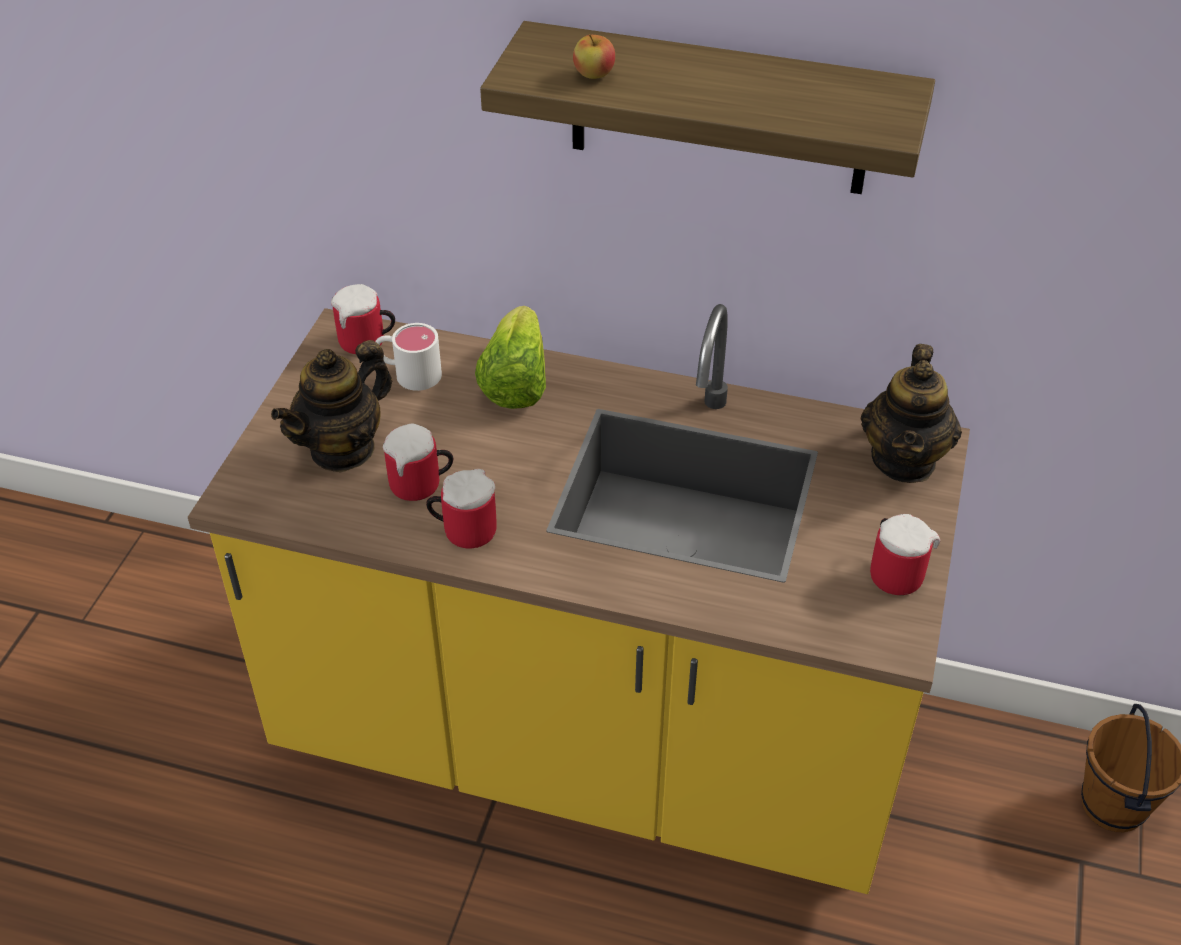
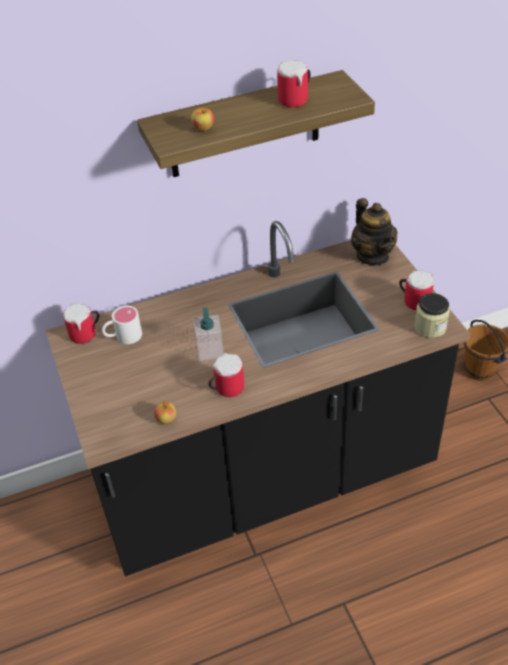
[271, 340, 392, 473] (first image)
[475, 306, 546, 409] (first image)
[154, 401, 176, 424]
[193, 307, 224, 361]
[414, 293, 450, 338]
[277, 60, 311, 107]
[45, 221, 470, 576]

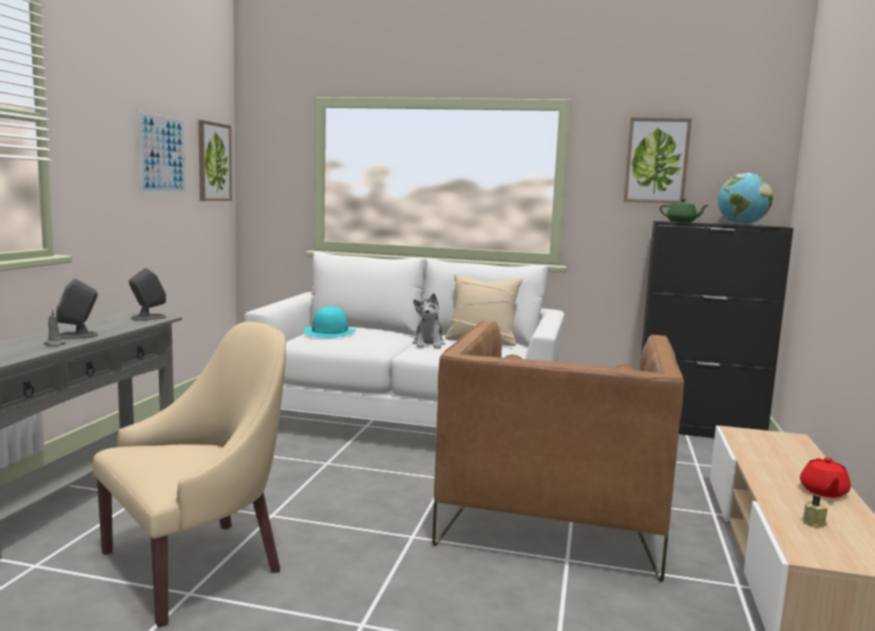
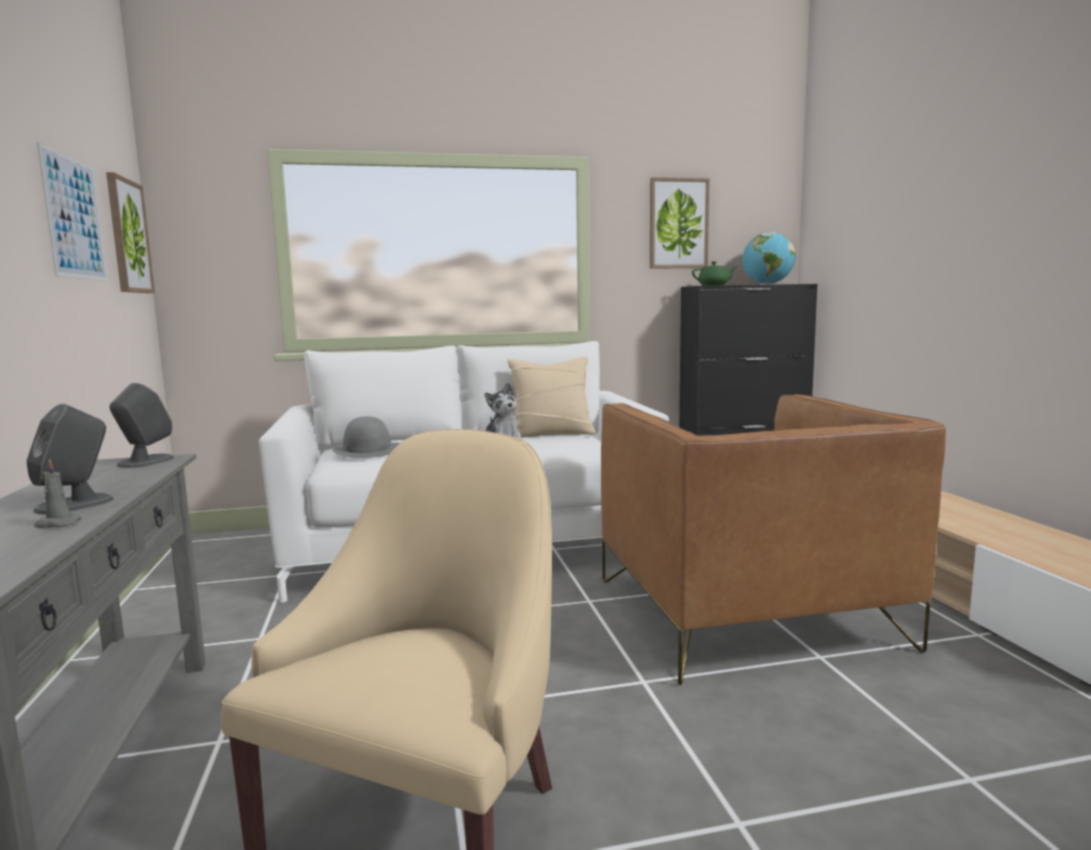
[800, 457, 851, 498] (first image)
[803, 495, 828, 528] (first image)
[332, 416, 399, 458]

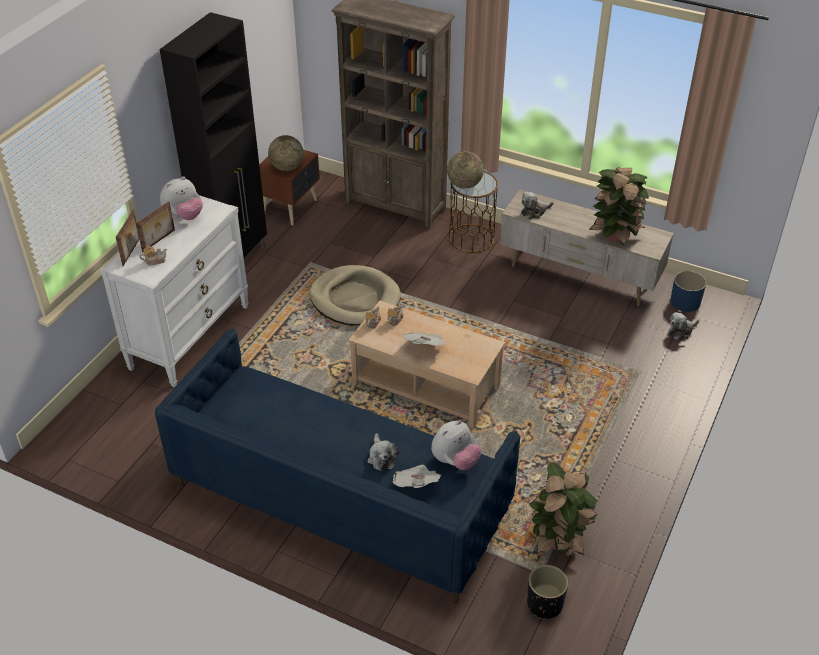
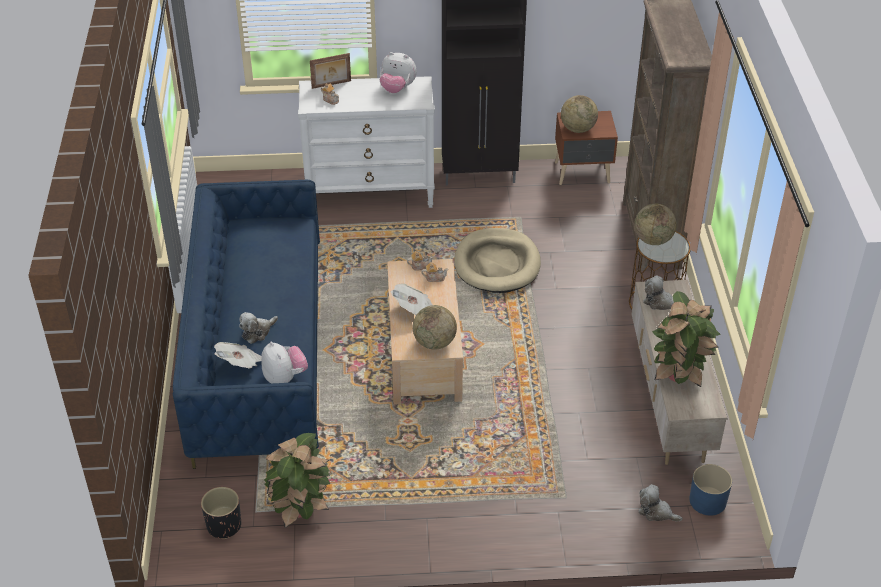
[136, 201, 175, 253] (first image)
[413, 305, 457, 350]
[261, 341, 308, 383]

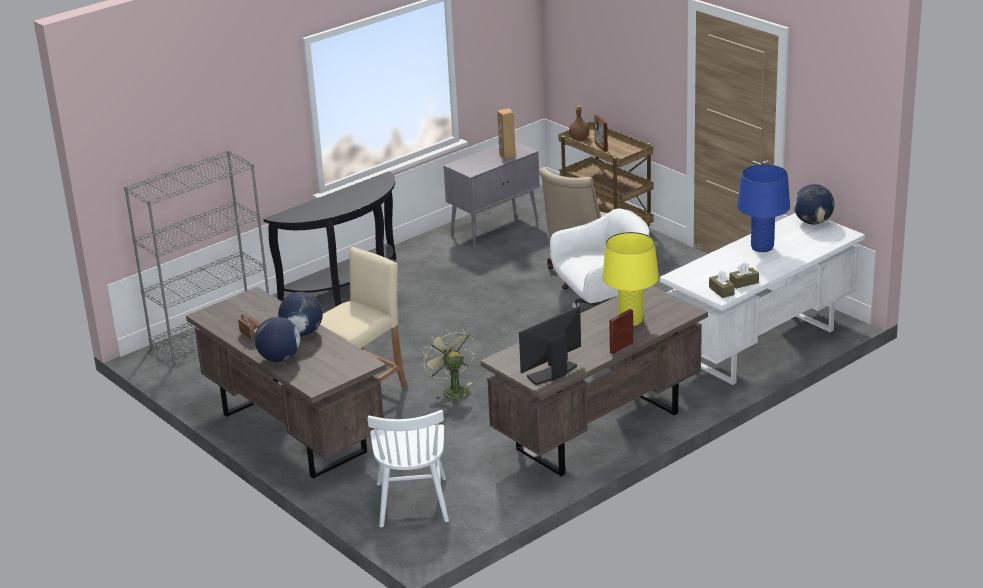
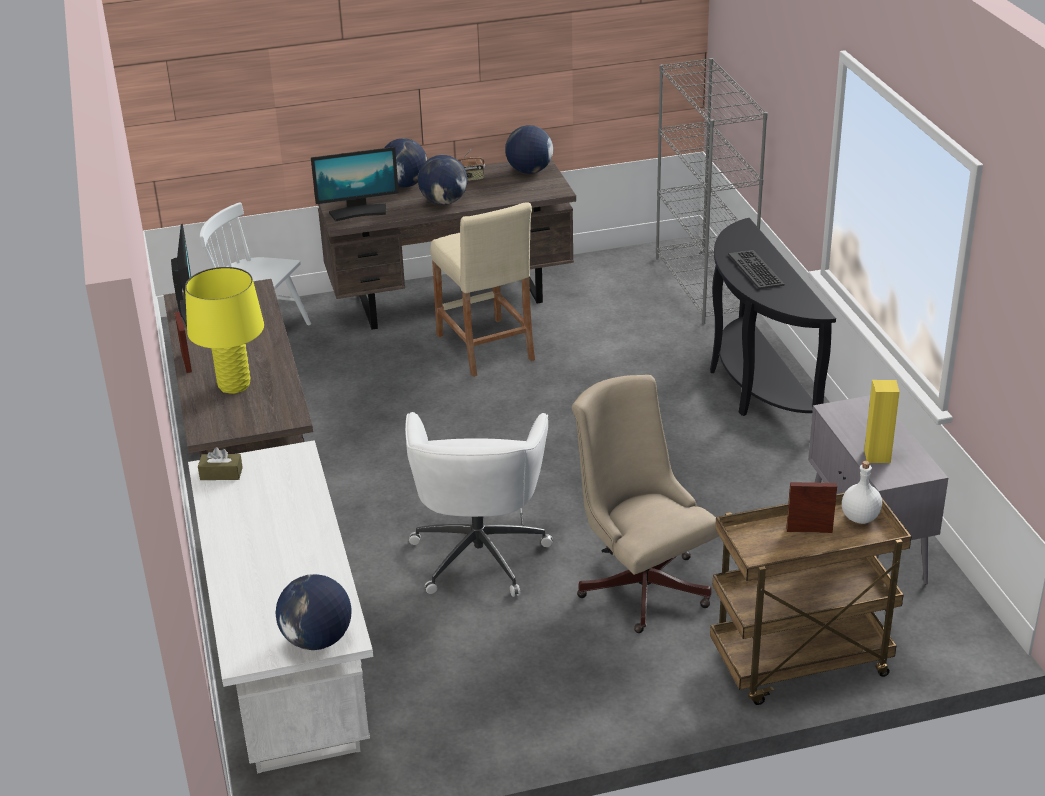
[421, 328, 476, 405] (first image)
[729, 263, 759, 289] (first image)
[737, 164, 790, 252] (first image)
[311, 147, 399, 222]
[505, 125, 553, 174]
[728, 250, 784, 289]
[864, 380, 900, 463]
[842, 461, 882, 524]

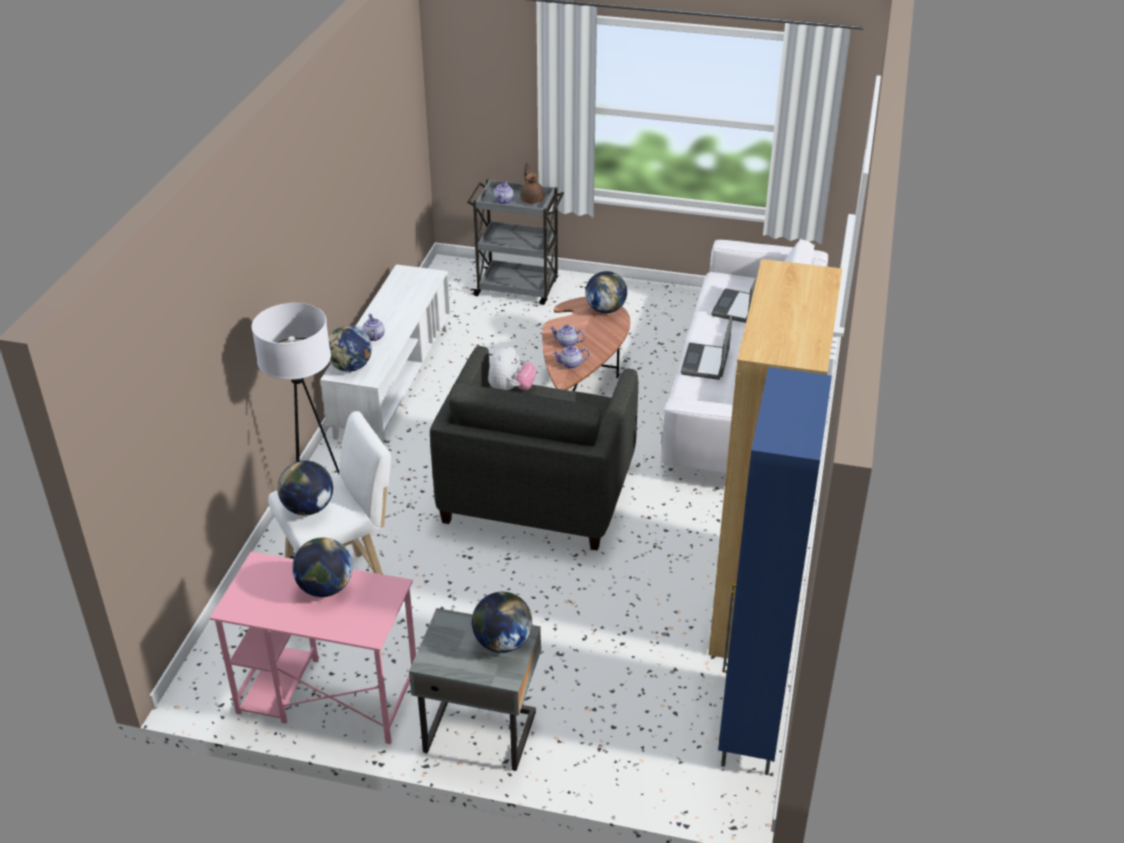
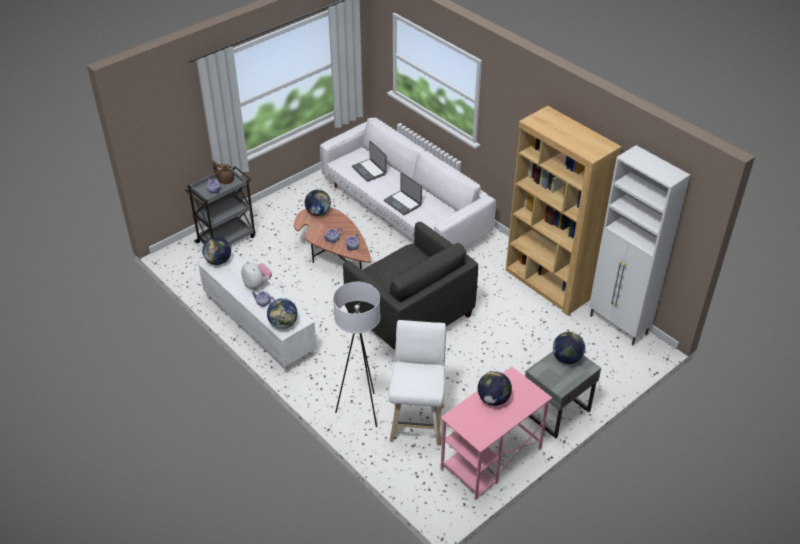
[202, 236, 231, 265]
[241, 261, 272, 290]
[589, 145, 690, 345]

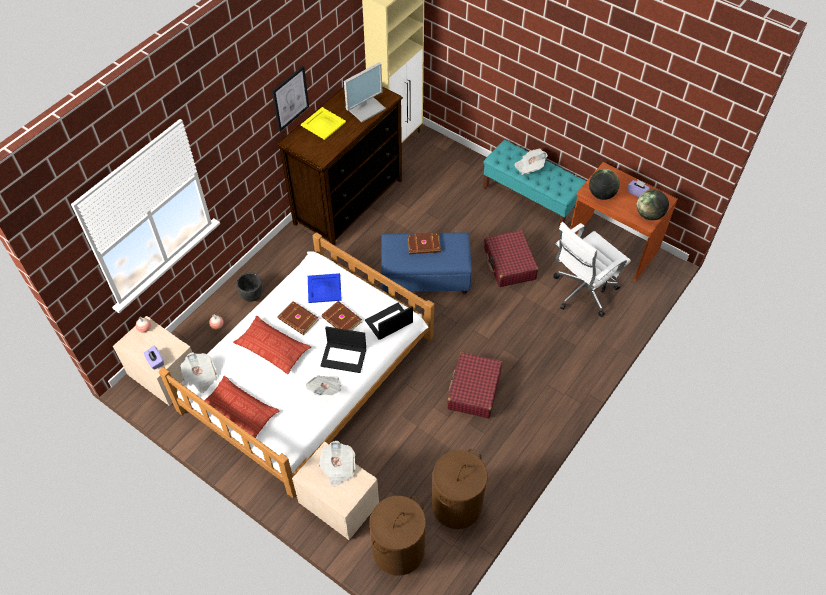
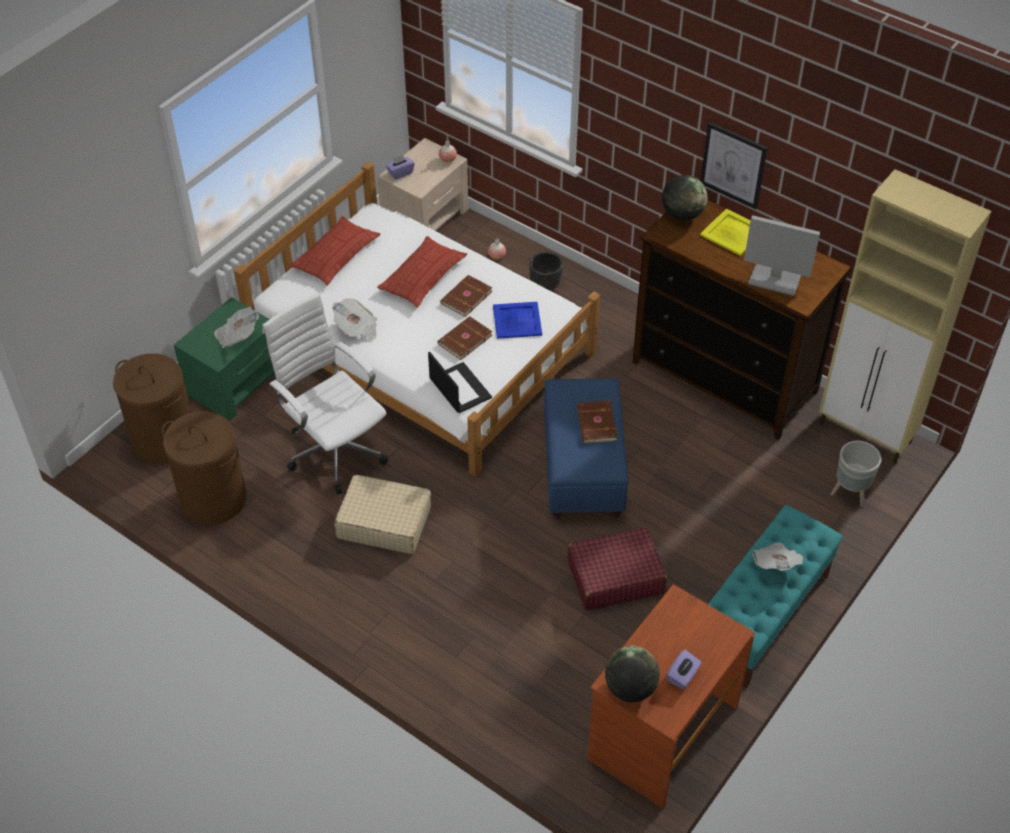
[180, 352, 218, 393] (first image)
[321, 326, 366, 373] (first image)
[831, 441, 881, 507]
[262, 294, 388, 495]
[662, 175, 707, 221]
[174, 297, 276, 421]
[334, 475, 431, 554]
[744, 215, 820, 296]

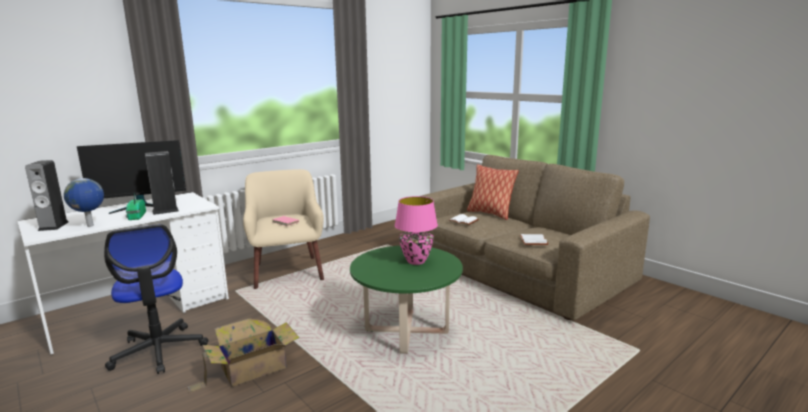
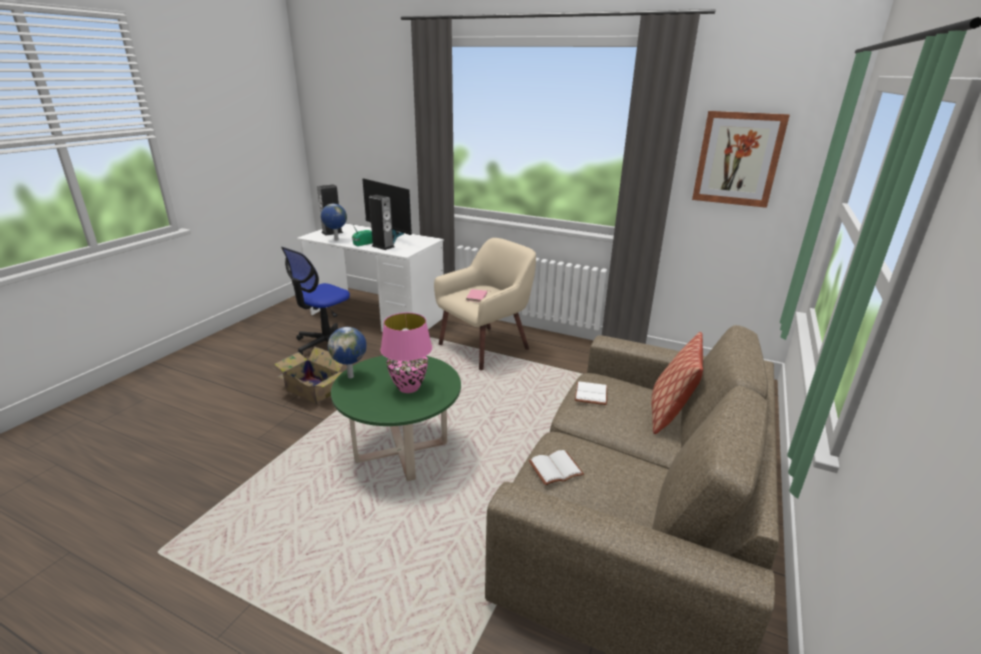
[328, 327, 366, 378]
[692, 111, 790, 208]

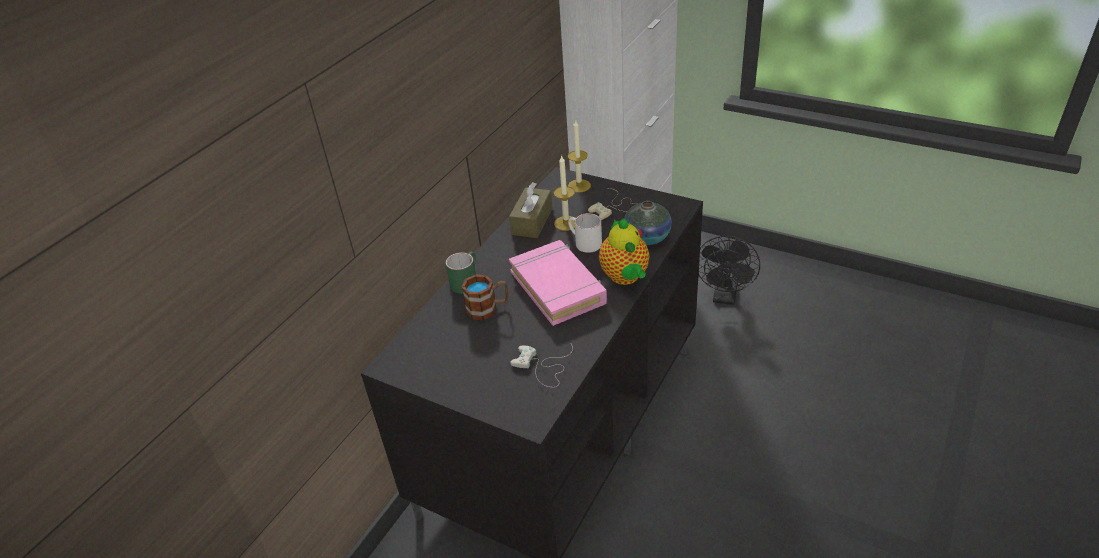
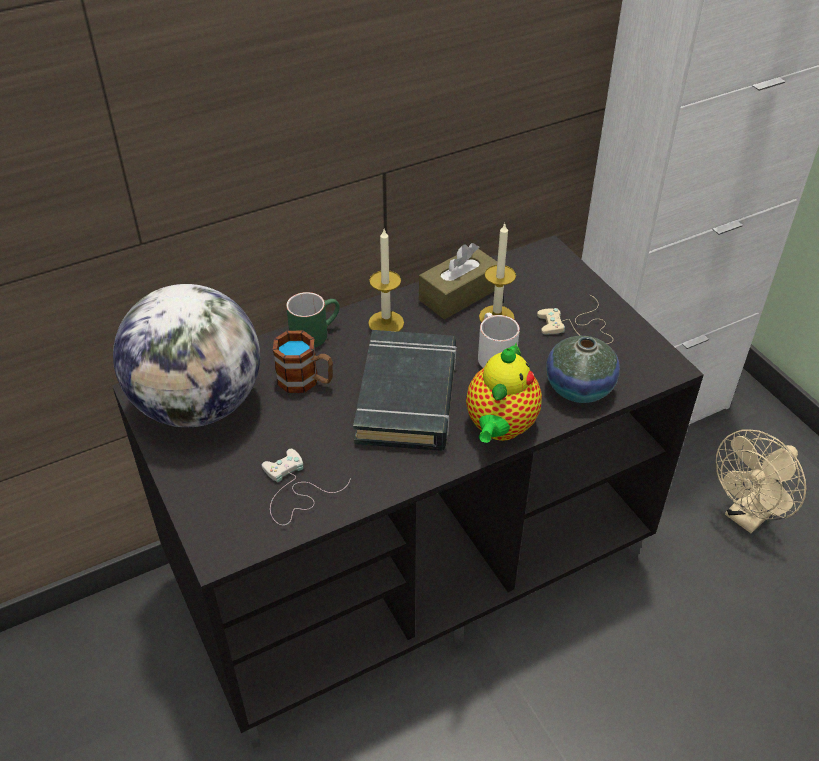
[113, 284, 260, 427]
[368, 229, 404, 332]
[353, 330, 456, 451]
[716, 430, 806, 533]

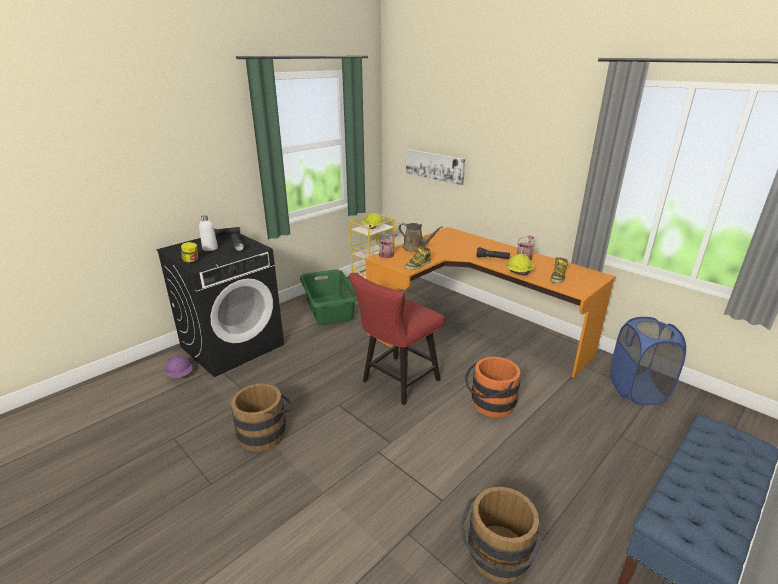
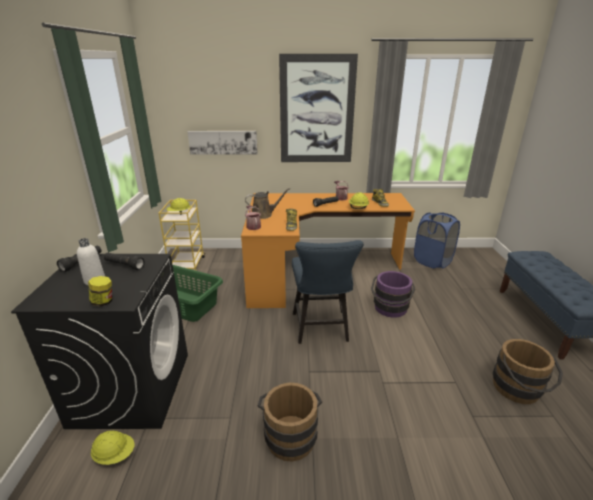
[279, 54, 358, 162]
[91, 431, 134, 465]
[292, 240, 364, 344]
[371, 271, 415, 317]

